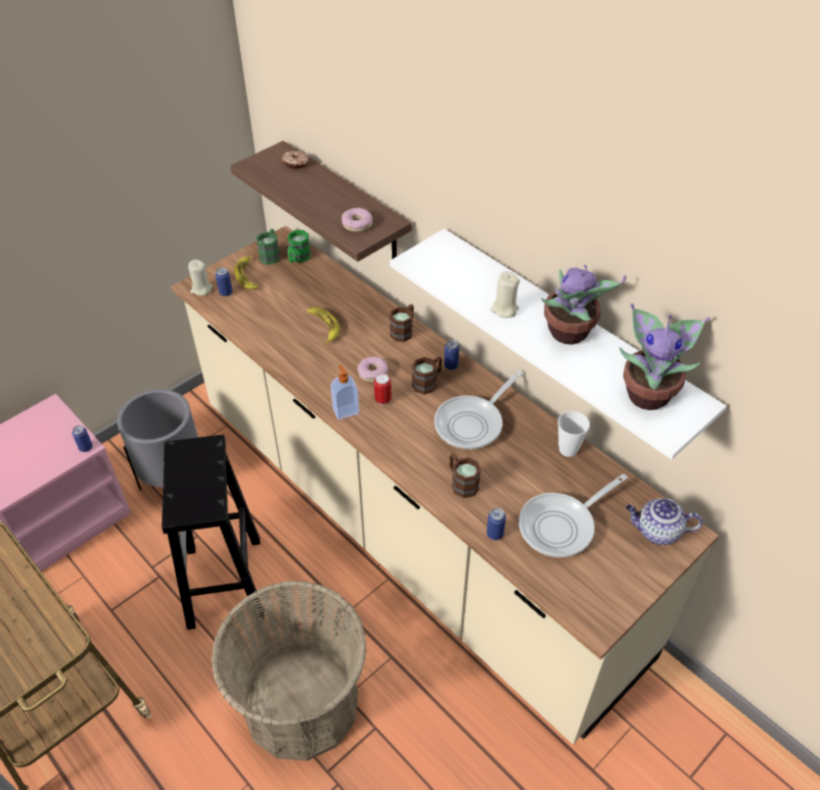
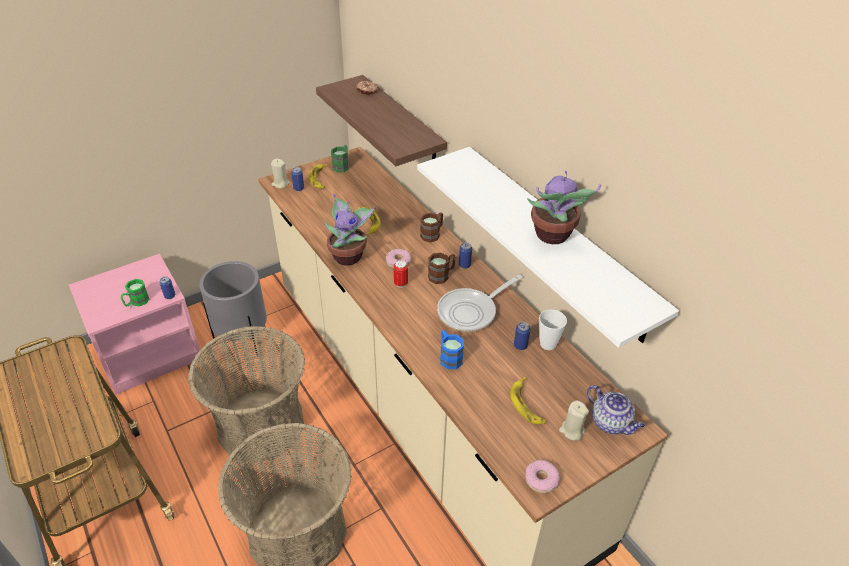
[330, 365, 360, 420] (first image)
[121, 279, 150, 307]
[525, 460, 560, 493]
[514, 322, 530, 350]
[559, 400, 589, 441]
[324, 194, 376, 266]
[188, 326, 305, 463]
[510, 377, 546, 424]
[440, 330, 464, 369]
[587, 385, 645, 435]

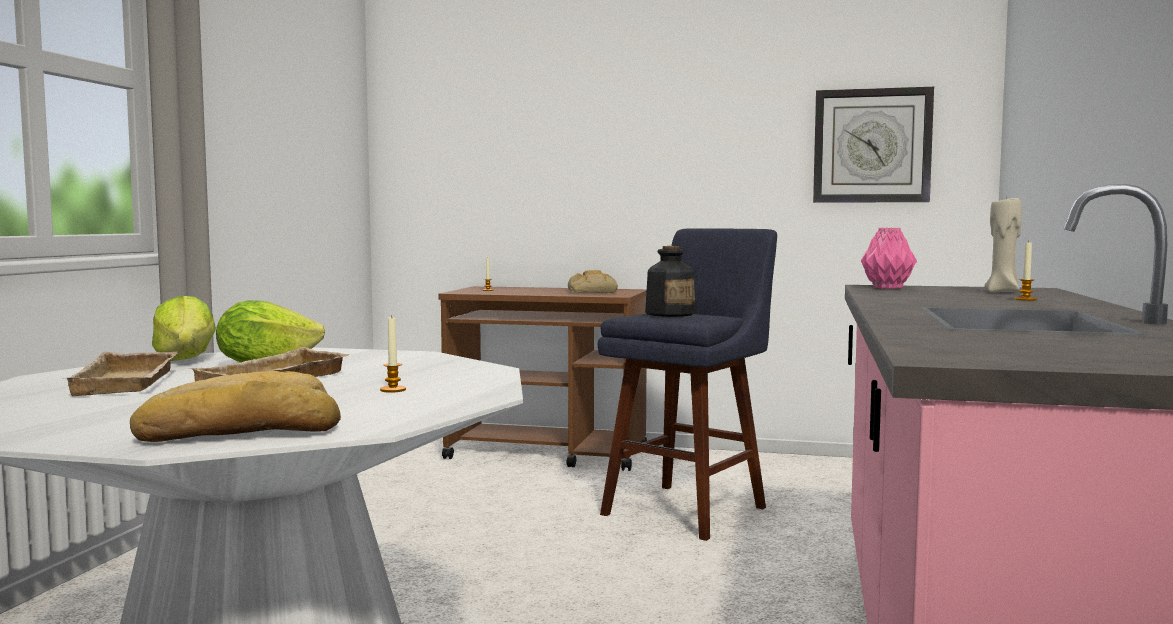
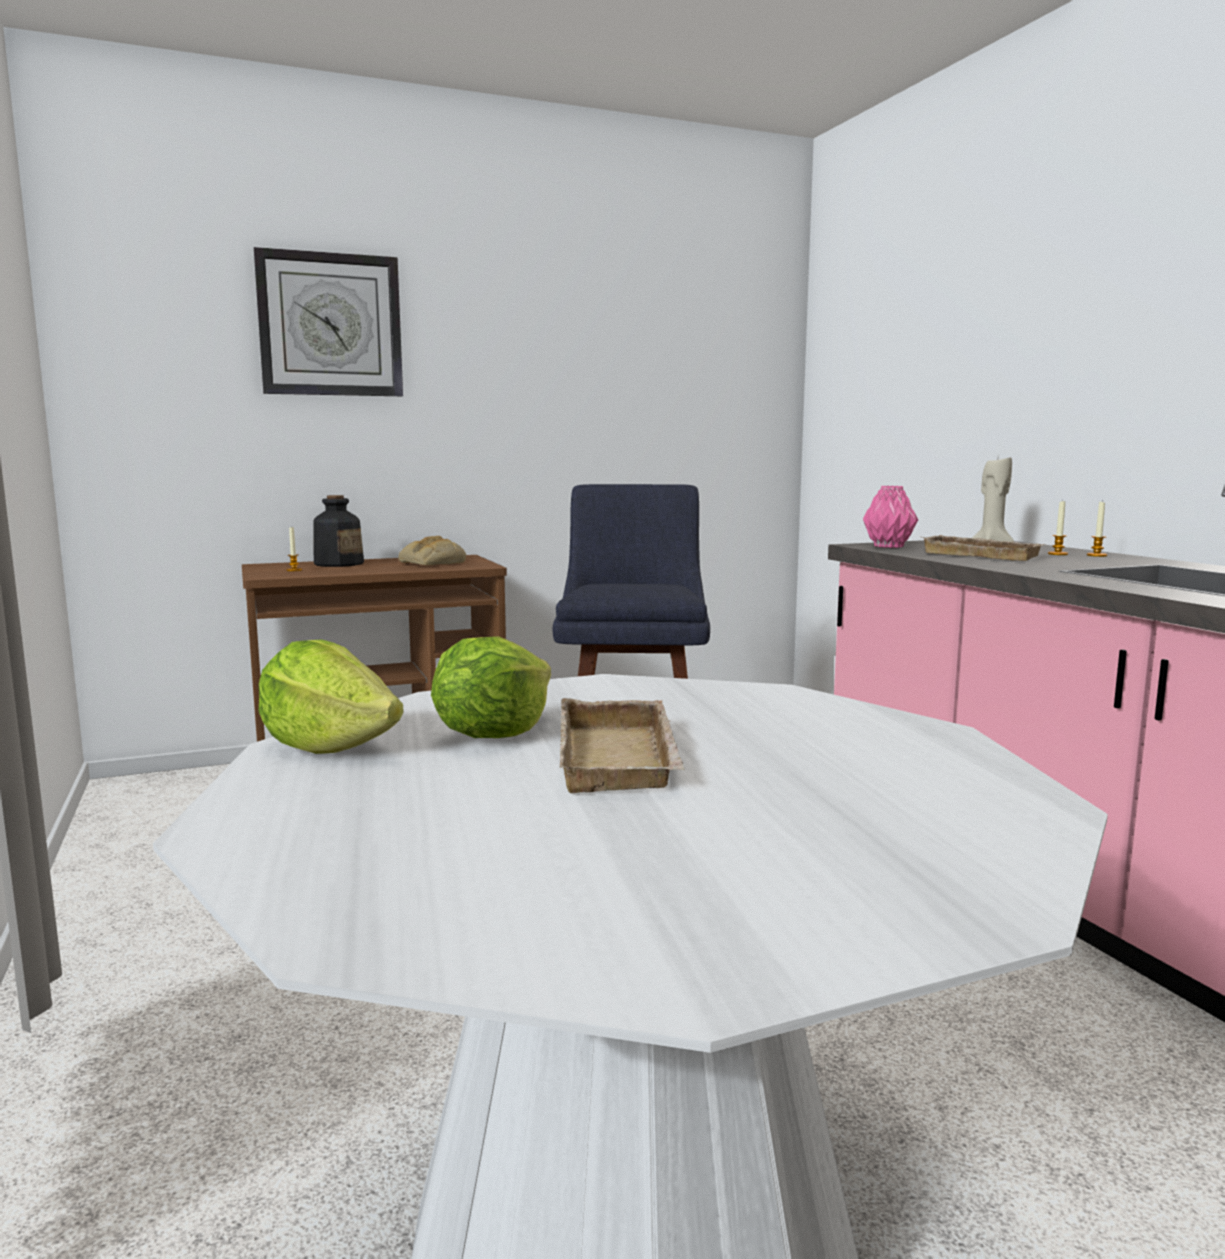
[130, 371, 341, 442] (first image)
[922, 535, 1045, 561]
[1087, 502, 1107, 557]
[313, 495, 364, 567]
[254, 247, 403, 396]

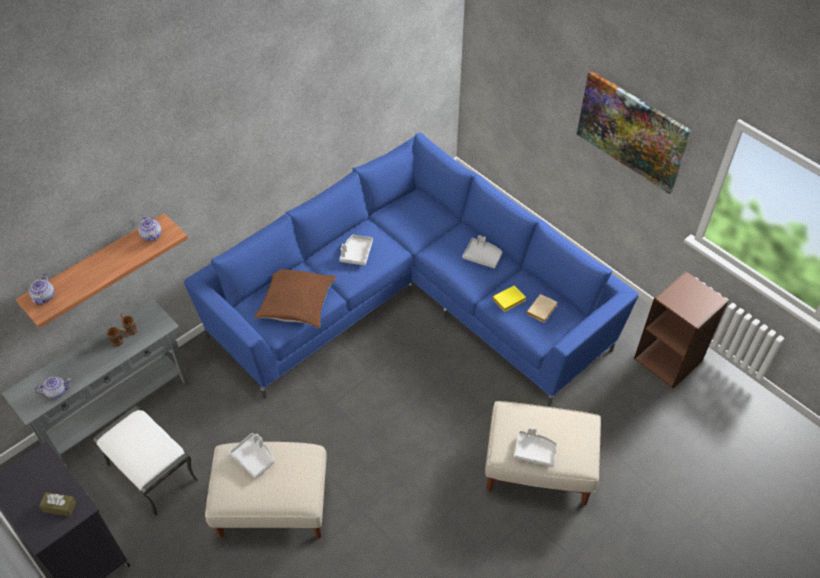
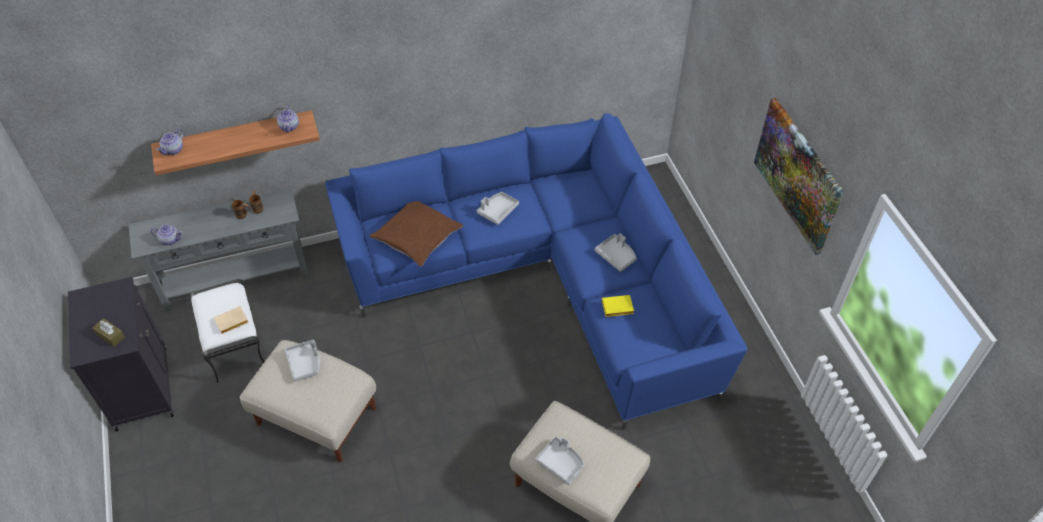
[634, 271, 729, 389] (first image)
[214, 306, 249, 334]

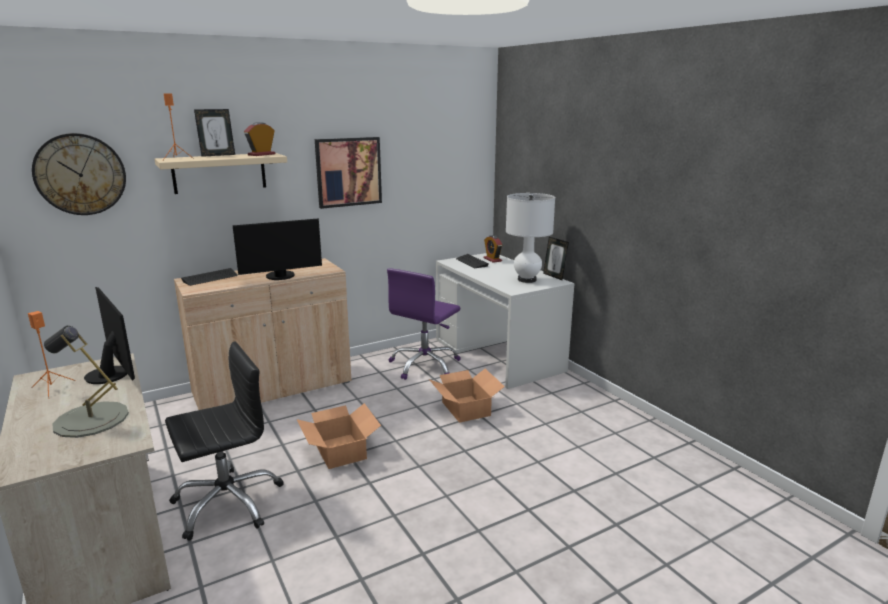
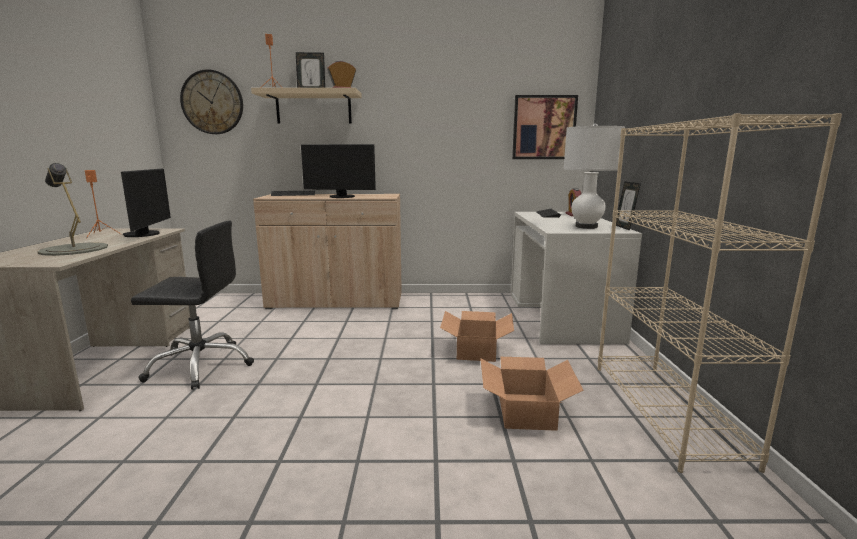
[387, 268, 461, 380] (first image)
[598, 113, 842, 473]
[480, 357, 584, 431]
[512, 95, 578, 159]

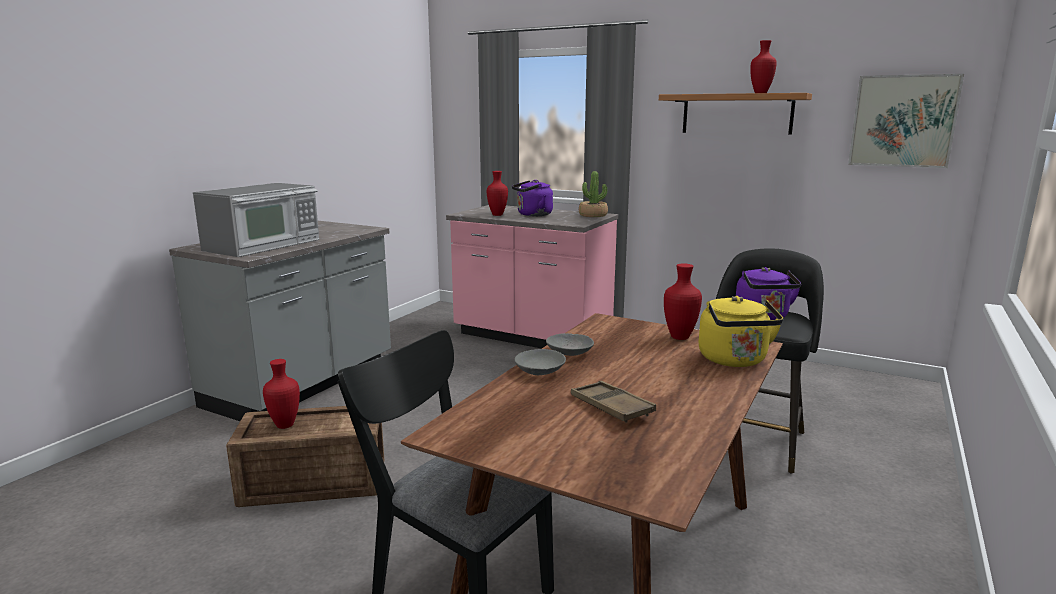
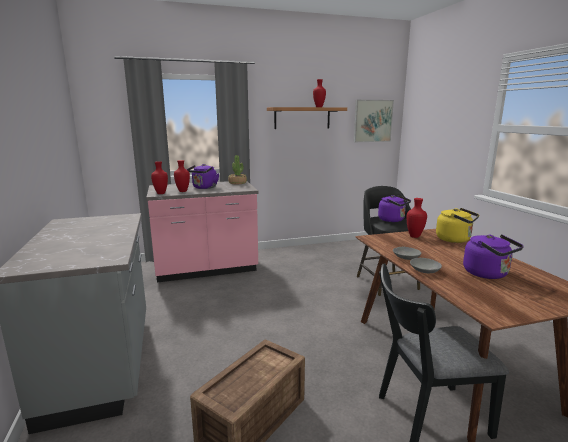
[193, 183, 319, 257] (first image)
[151, 161, 168, 194]
[463, 234, 524, 279]

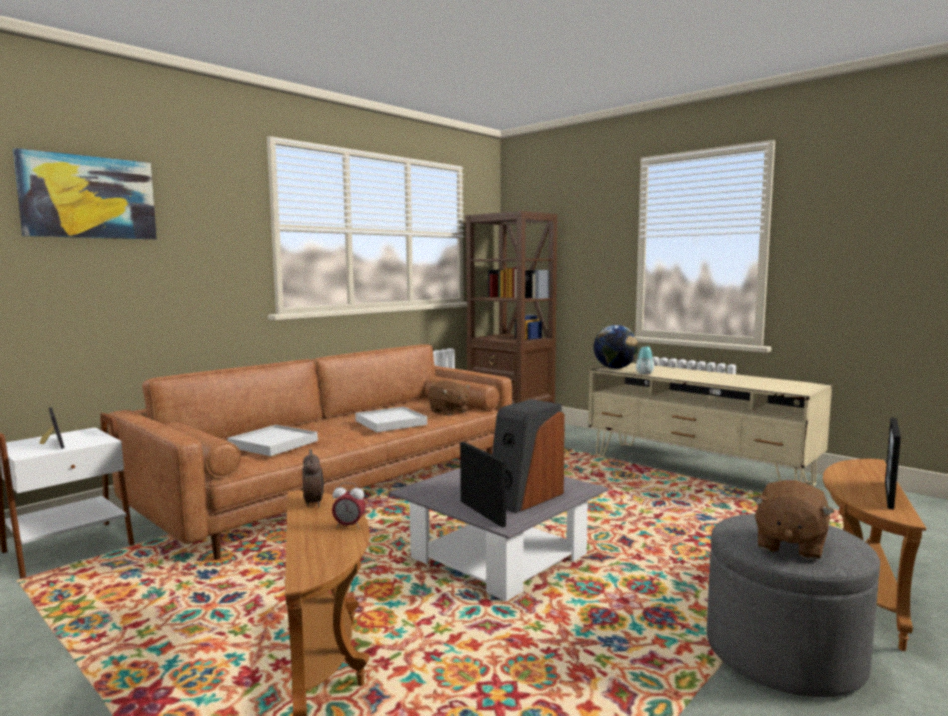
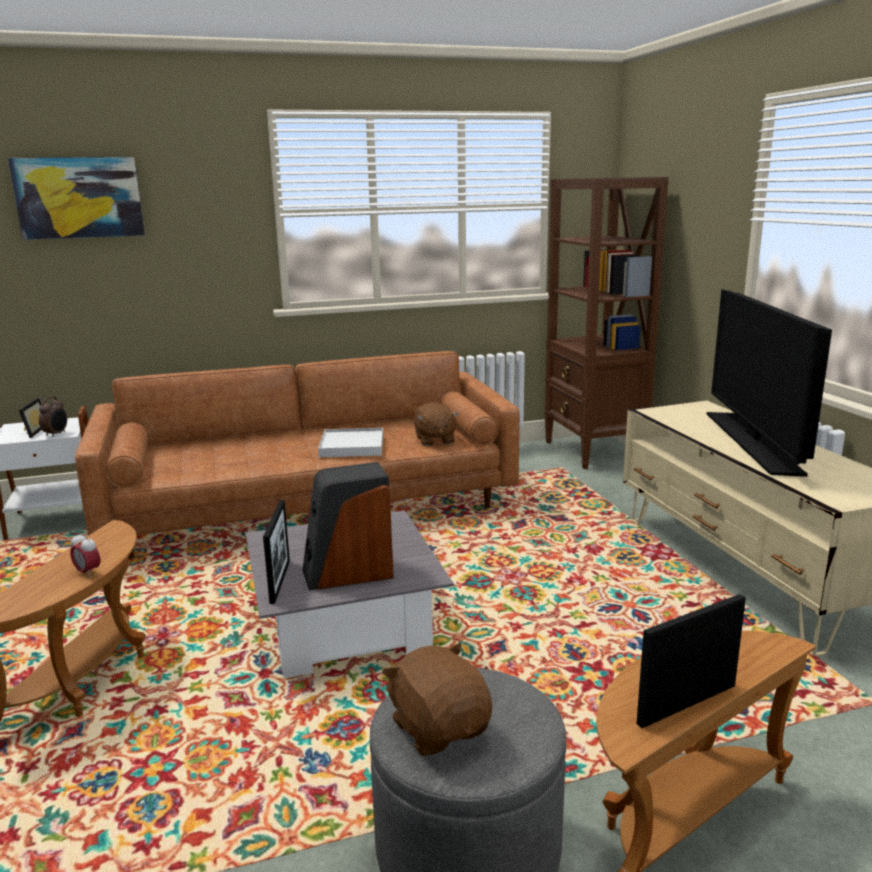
[227, 425, 318, 456] (first image)
[594, 325, 638, 369] (first image)
[636, 346, 654, 374] (first image)
[707, 289, 832, 477]
[39, 396, 67, 437]
[382, 643, 492, 756]

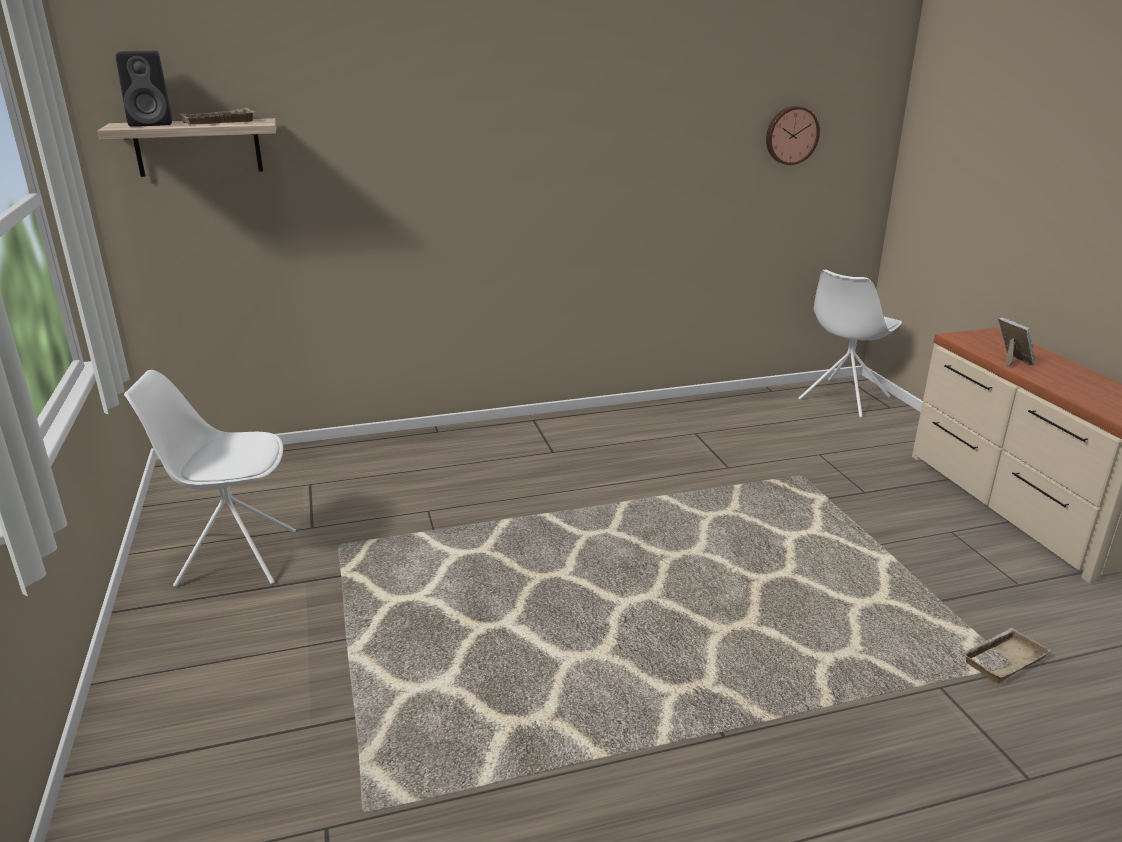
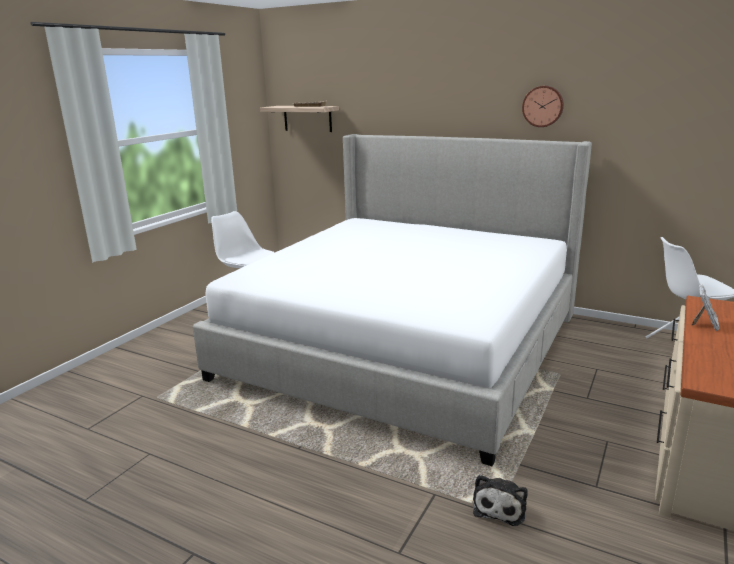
[116, 51, 172, 127] (first image)
[193, 134, 592, 466]
[522, 86, 564, 127]
[473, 475, 528, 526]

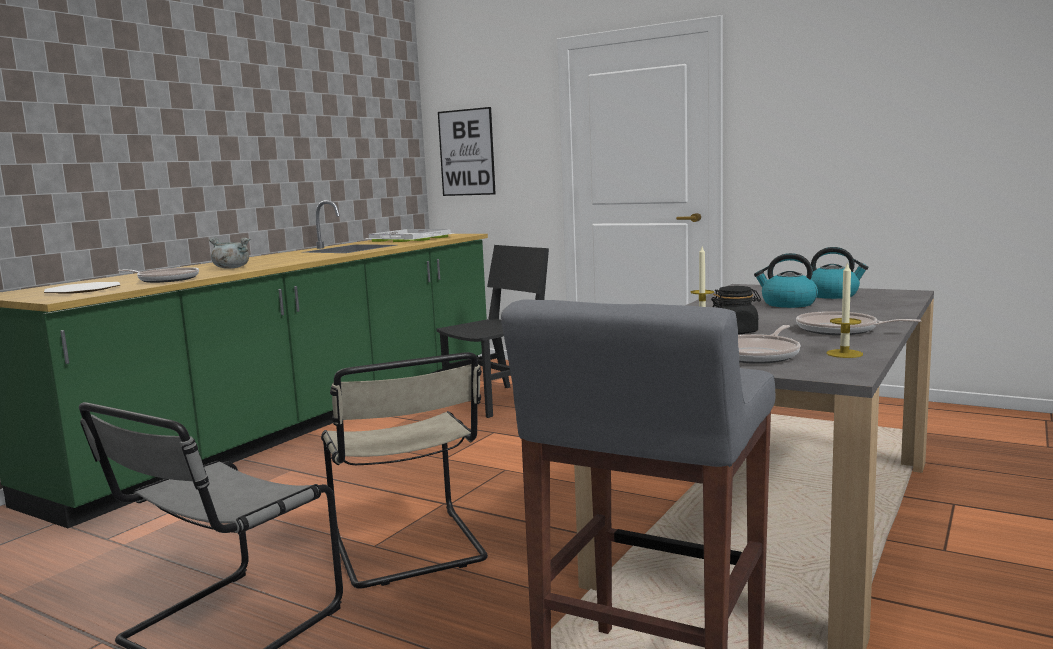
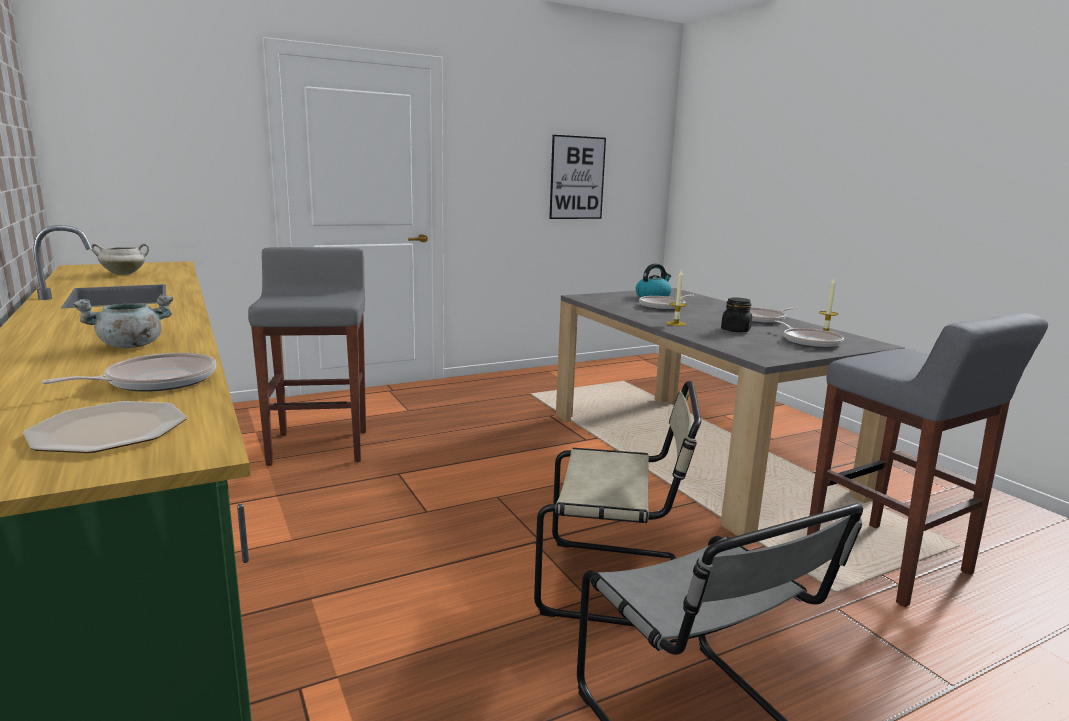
[549, 135, 606, 219]
[91, 243, 150, 275]
[248, 247, 366, 466]
[639, 294, 694, 310]

